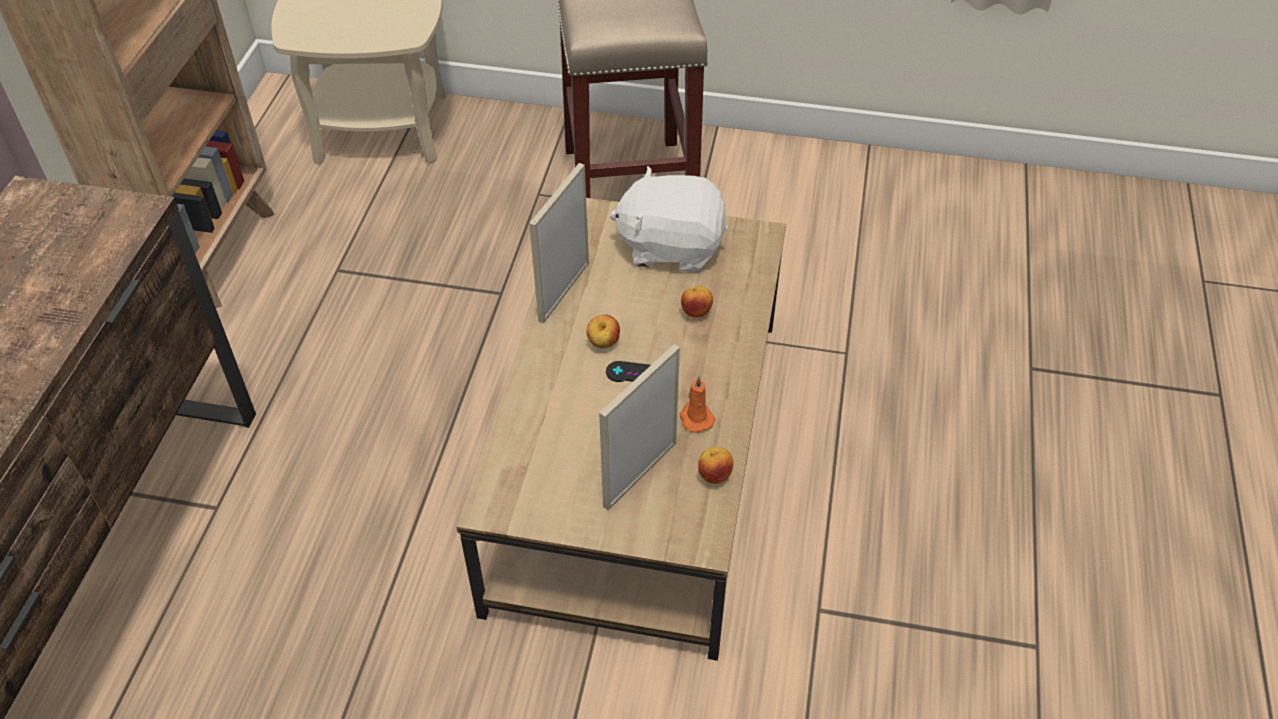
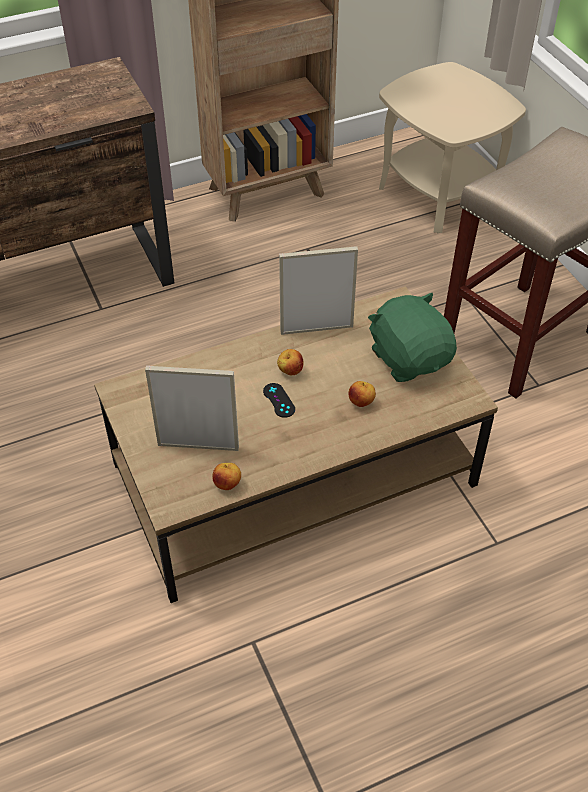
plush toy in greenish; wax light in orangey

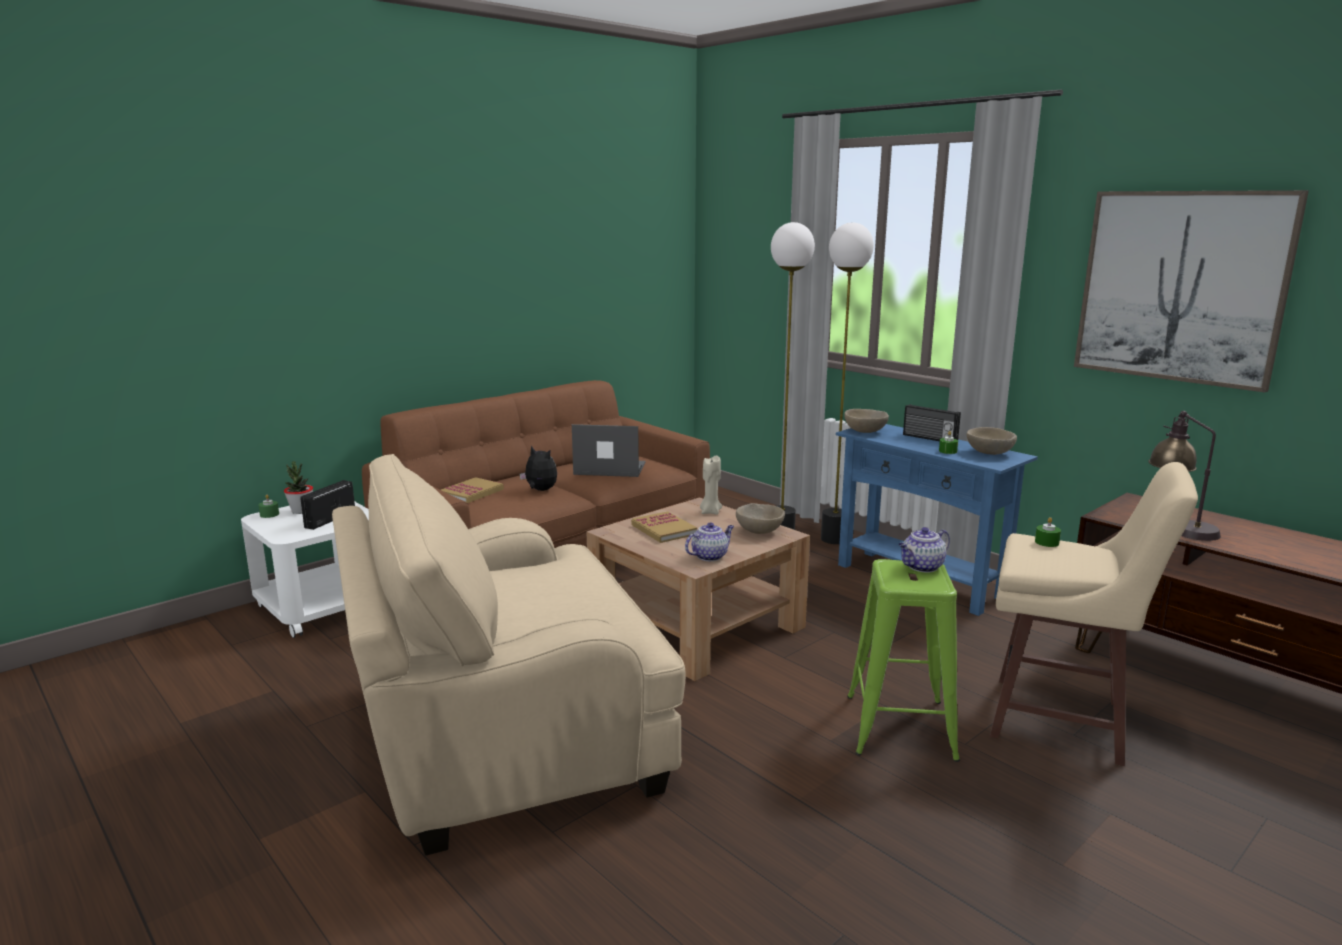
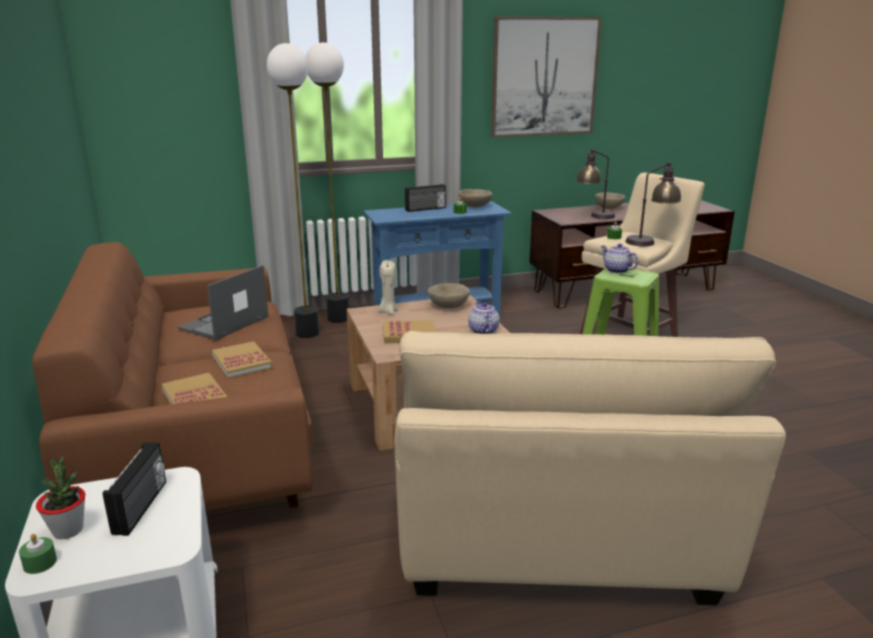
deep dish in beige (3rd from left); bound book (2nd from left); radio receiver (1st from left); pot for tea (2nd from left); lamp for a table (2nd from left)

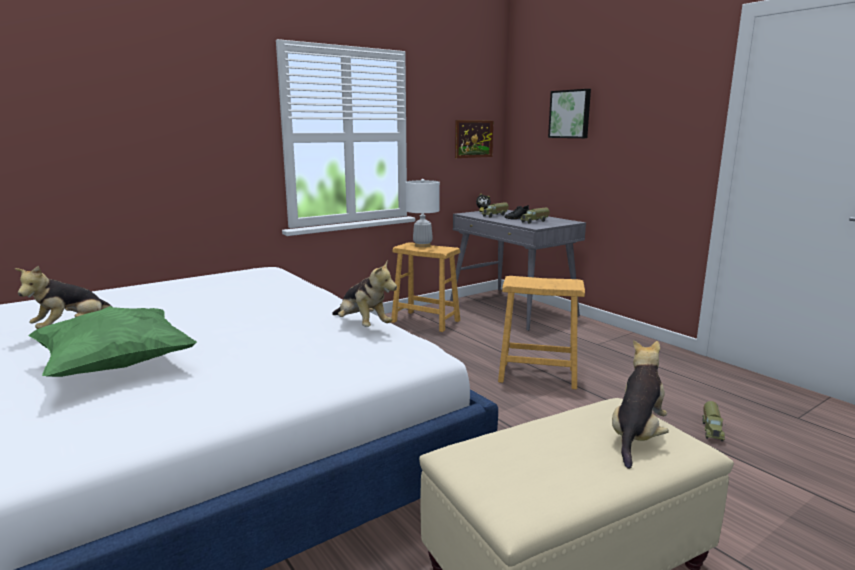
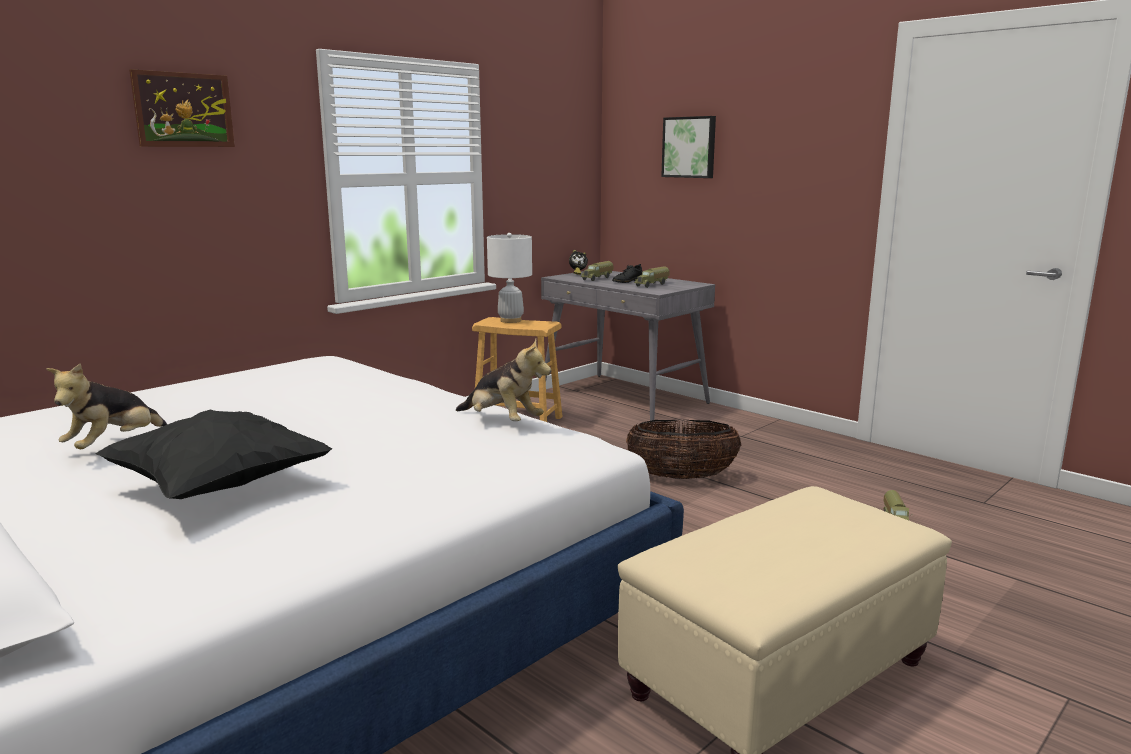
wall art (1st from left); household basket; throw pillow in black; plush toy (3rd from left in the first image)

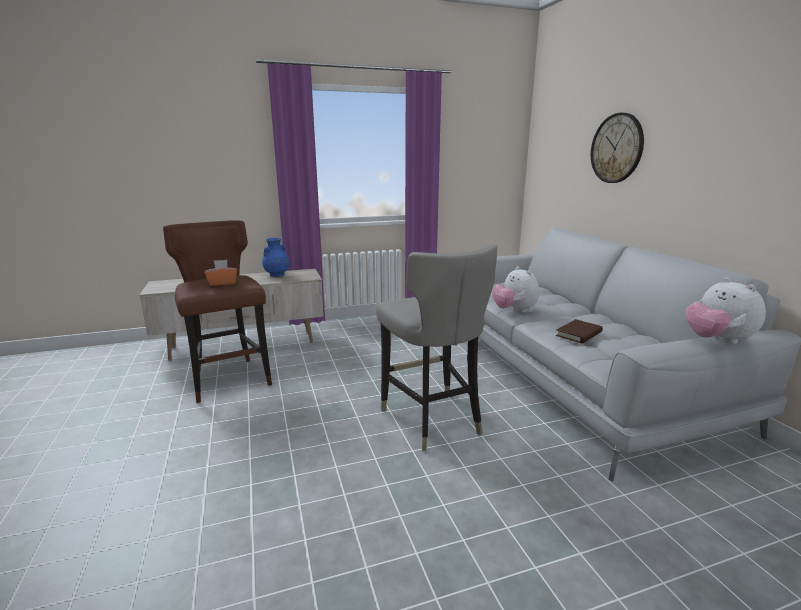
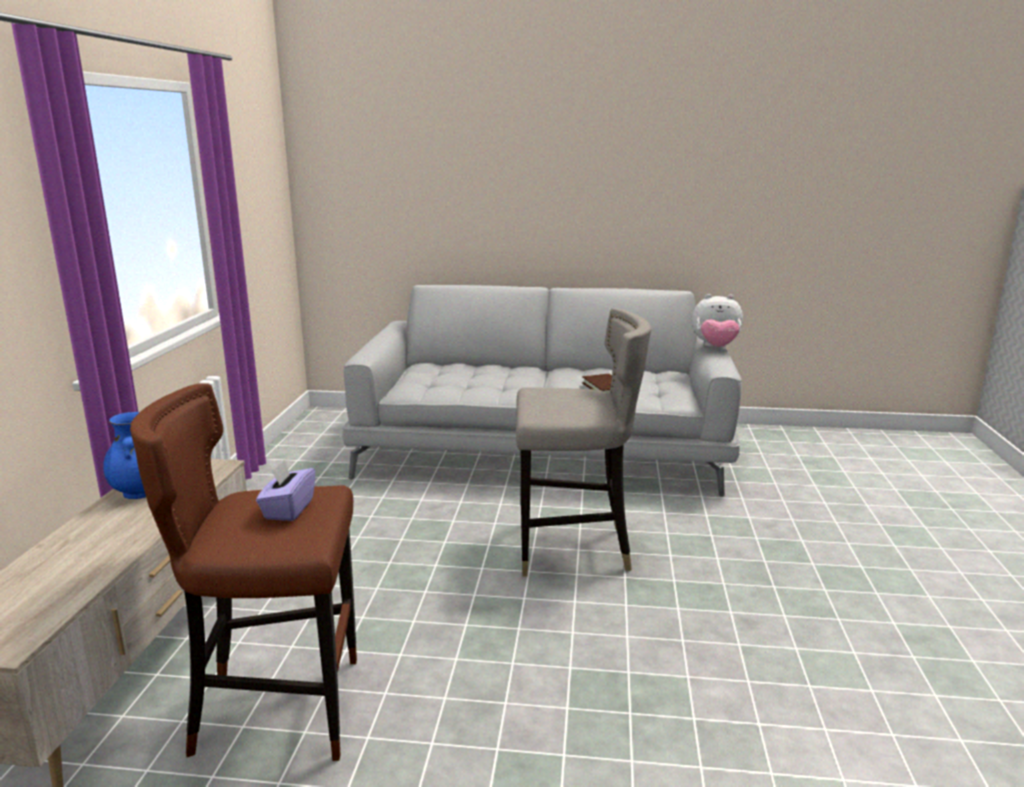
hanging clock; box of tissues in purplish; plush toy (1st from left in the first image)

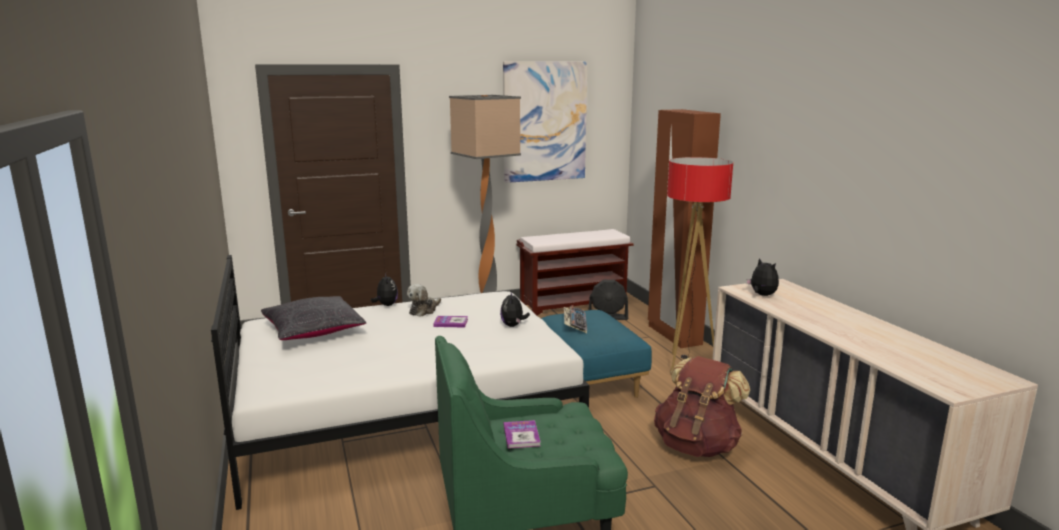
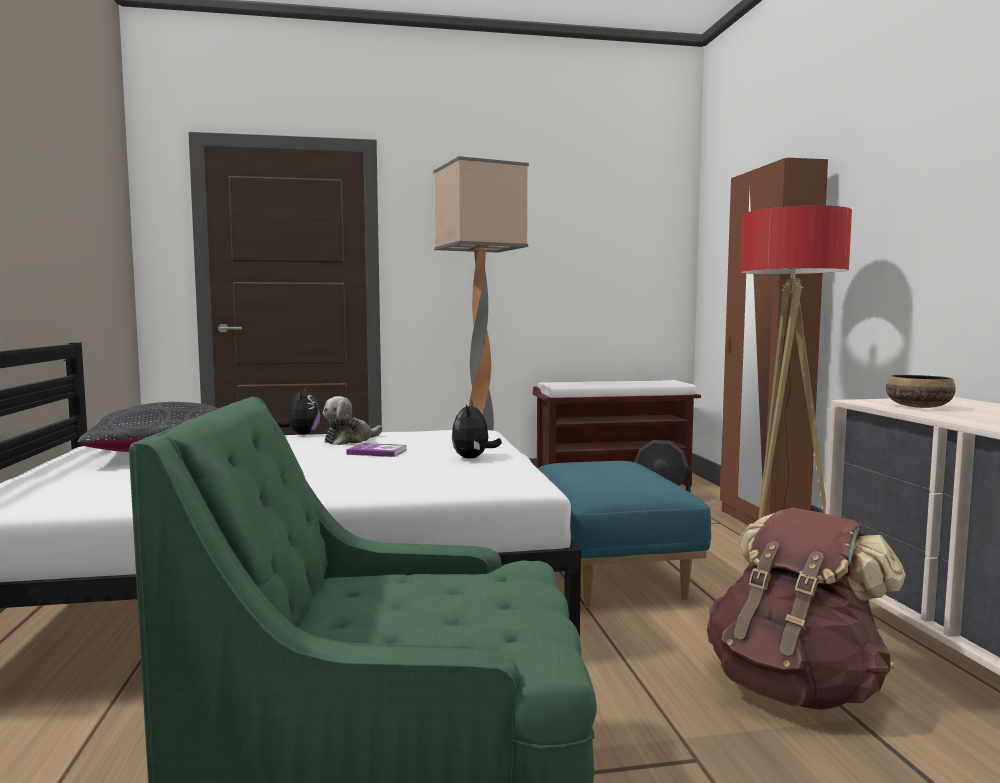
wall art; deep dish; keyboard; bound book (2nd from left in the first image)

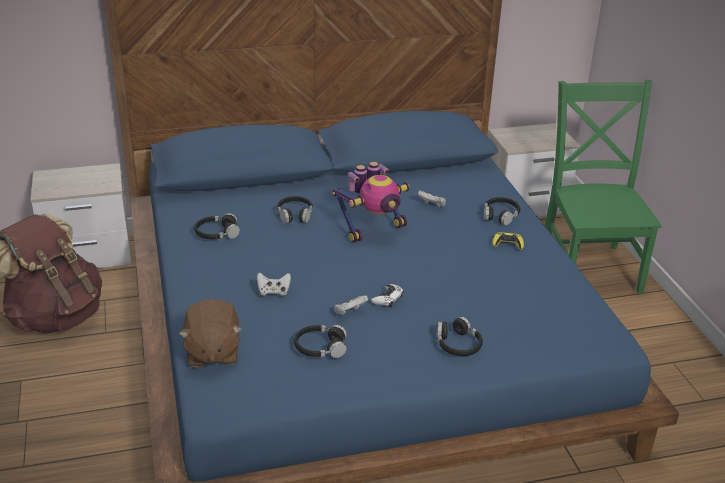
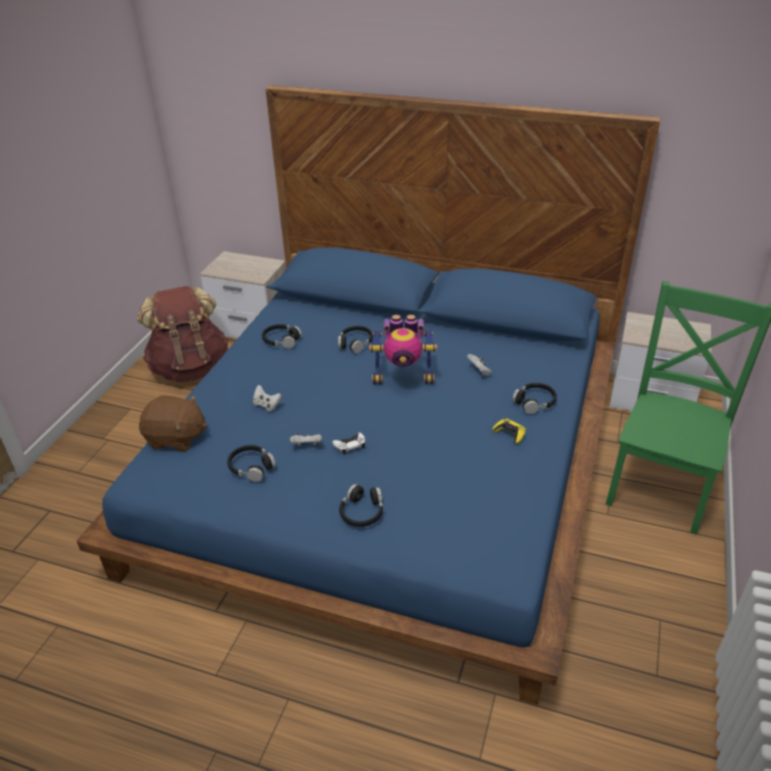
plush toy in brown-coloured

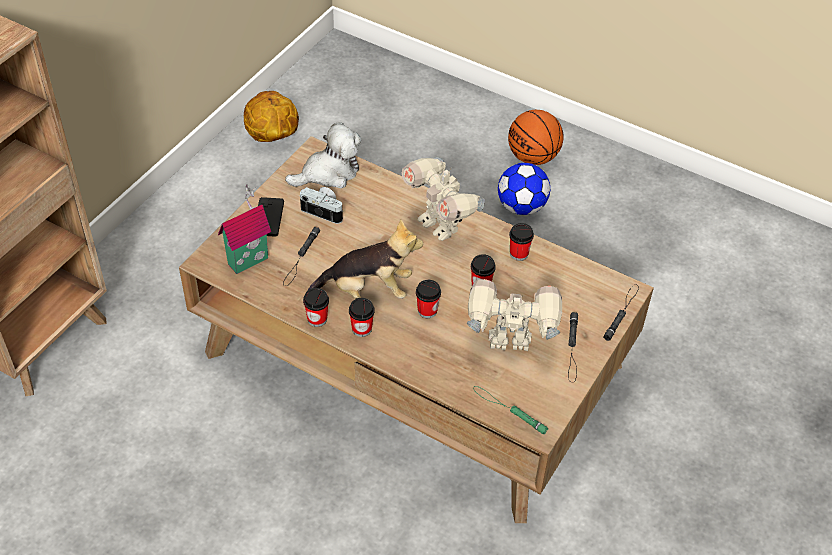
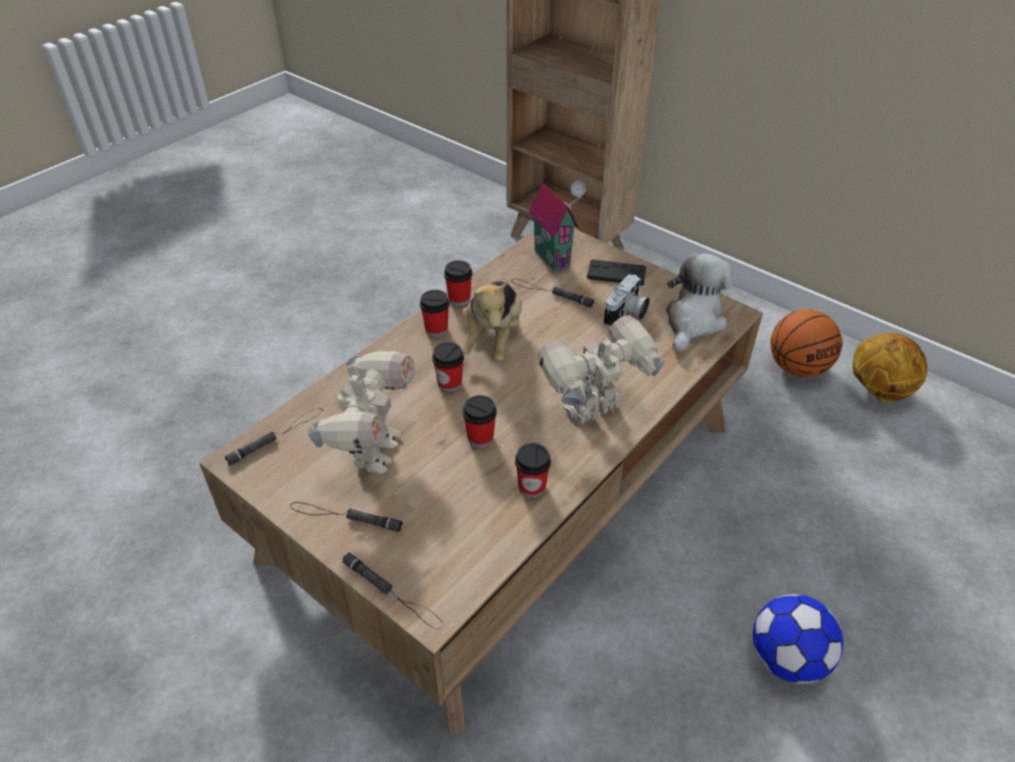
ball for basketball (1st from left); plush toy (2nd from left); hand torch in black (1st from left)

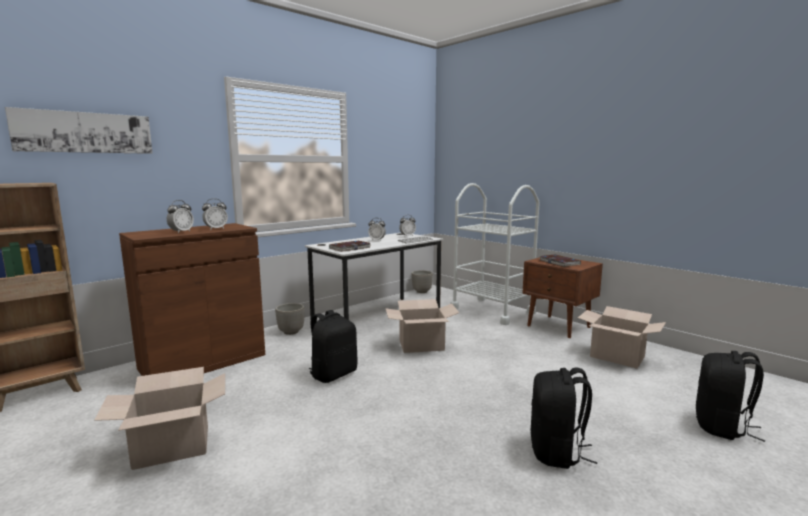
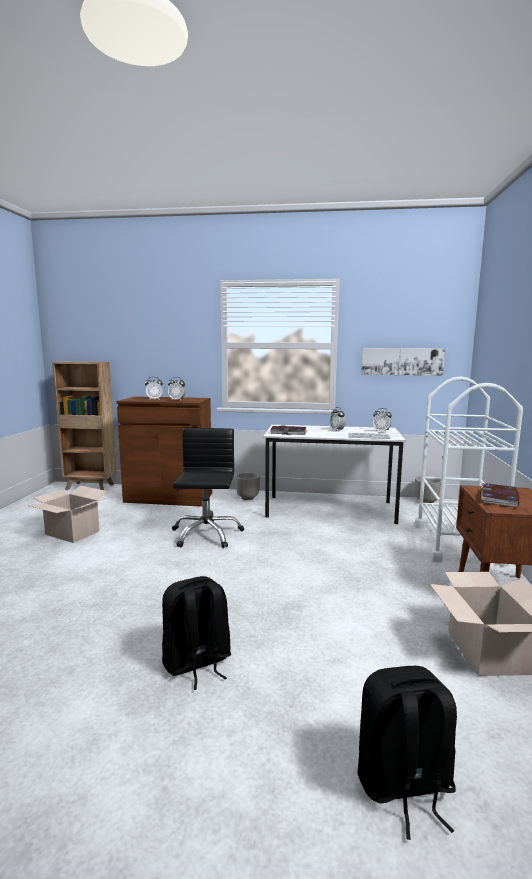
wall art; packing box (2nd from left in the first image); office chair in black

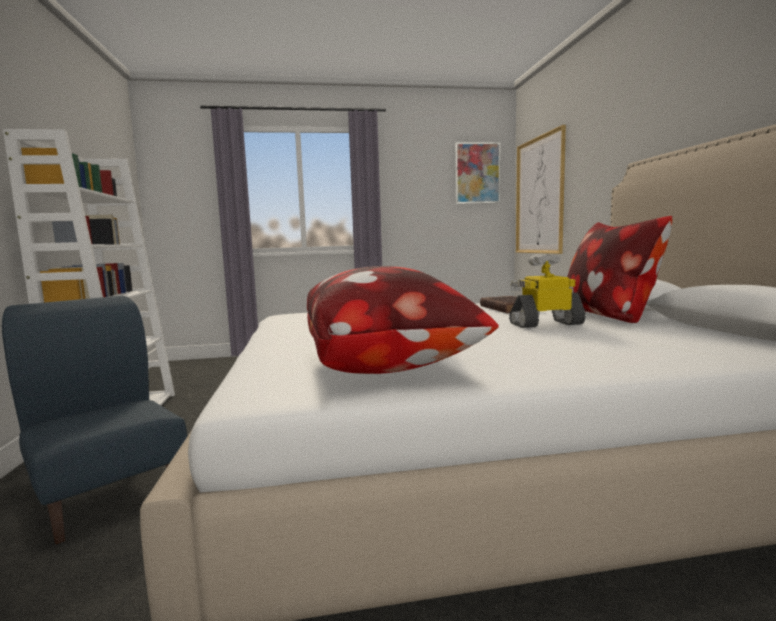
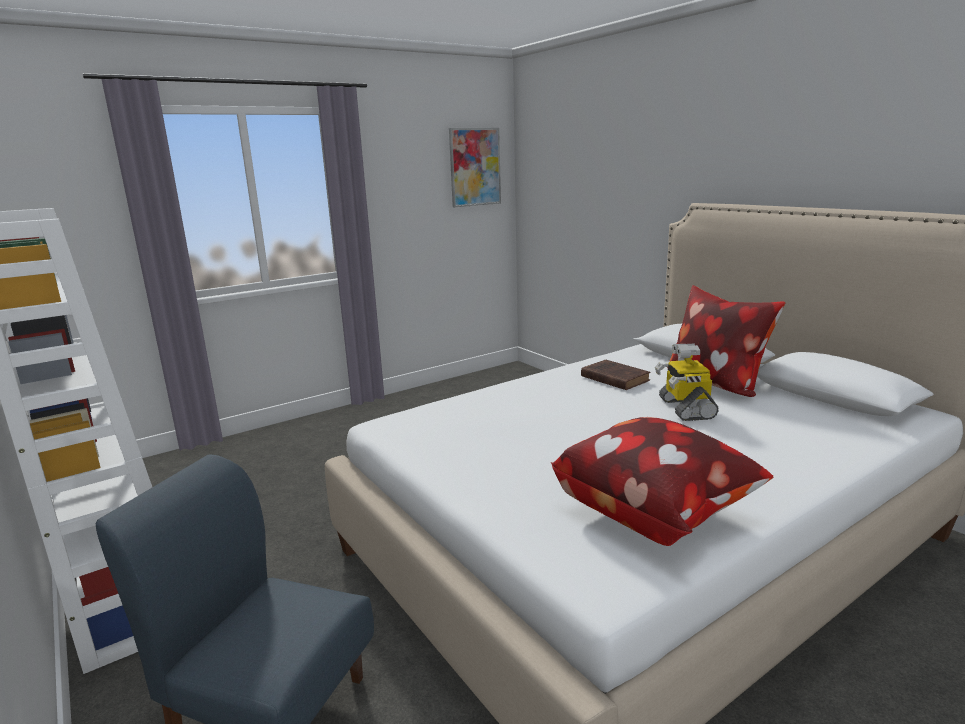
wall art (2nd from left in the first image); toy robot

